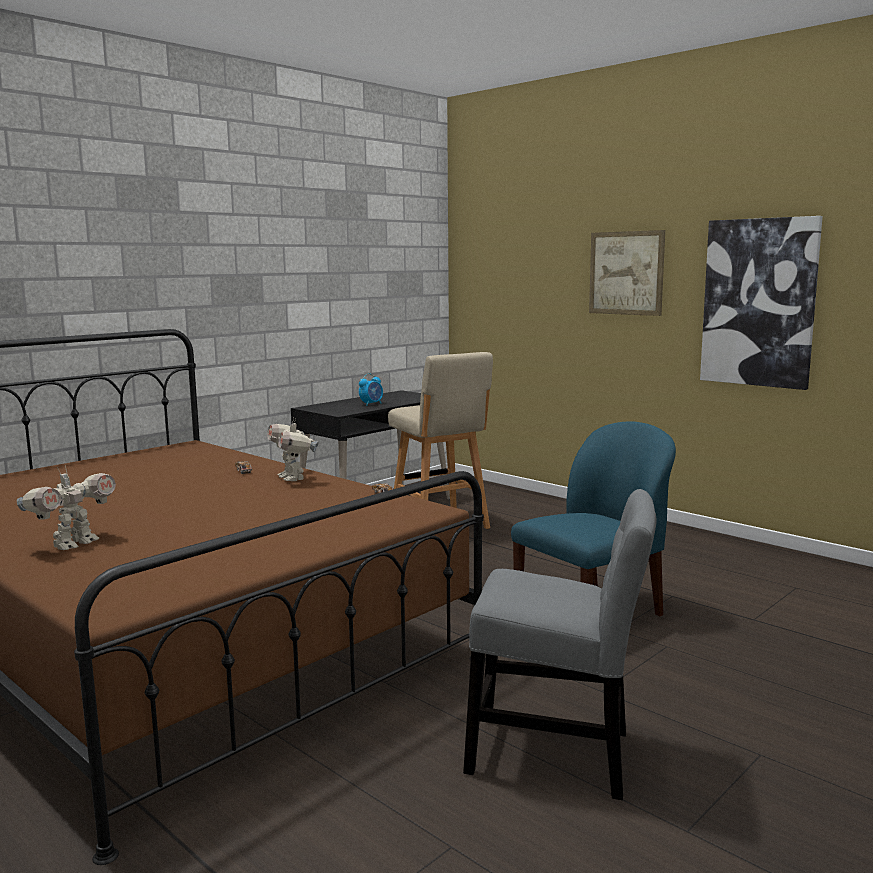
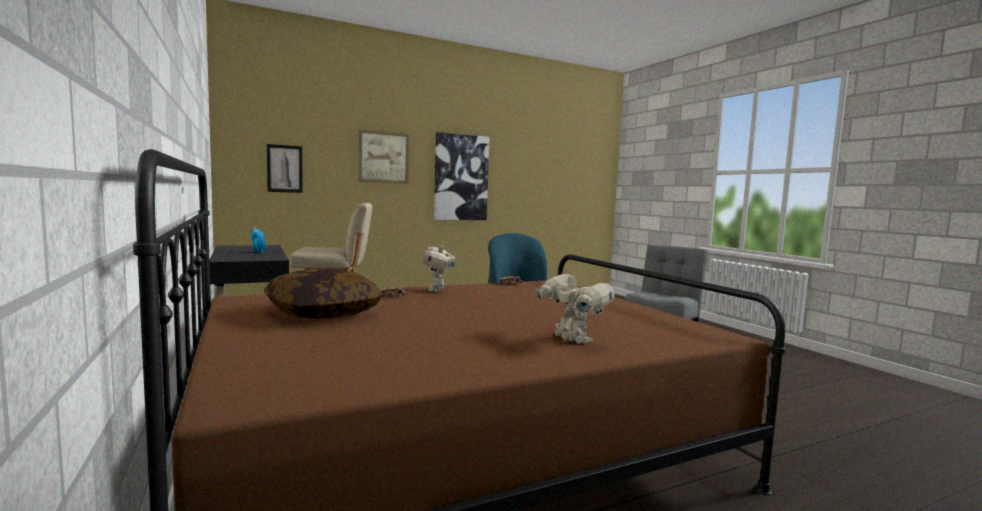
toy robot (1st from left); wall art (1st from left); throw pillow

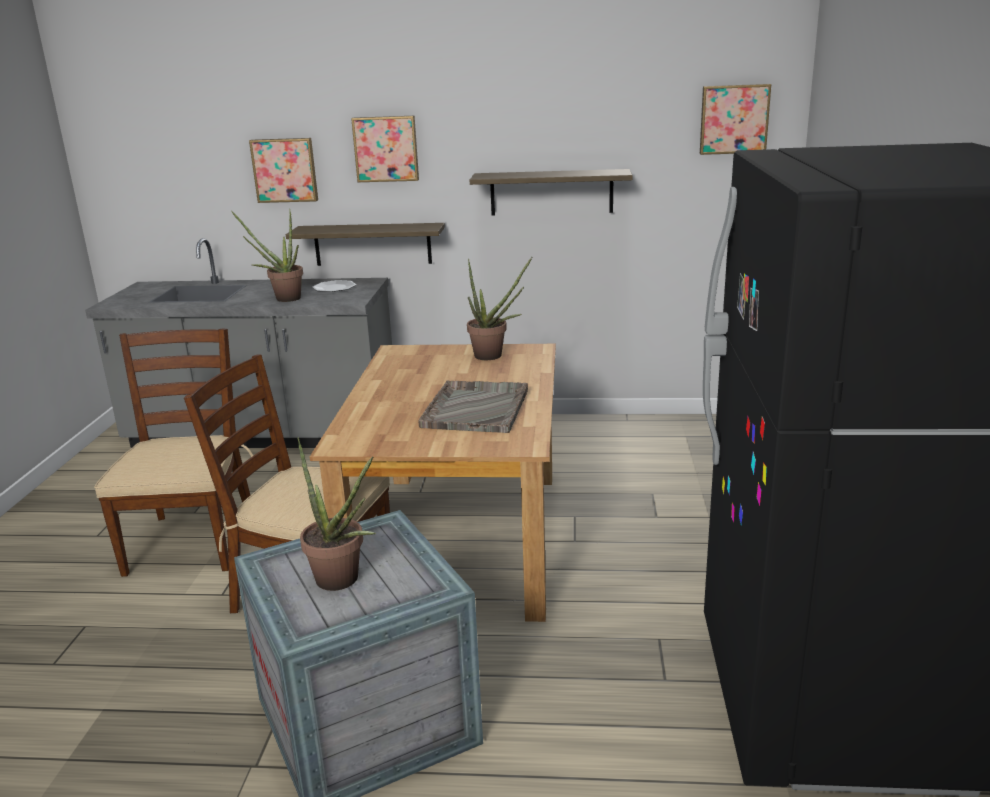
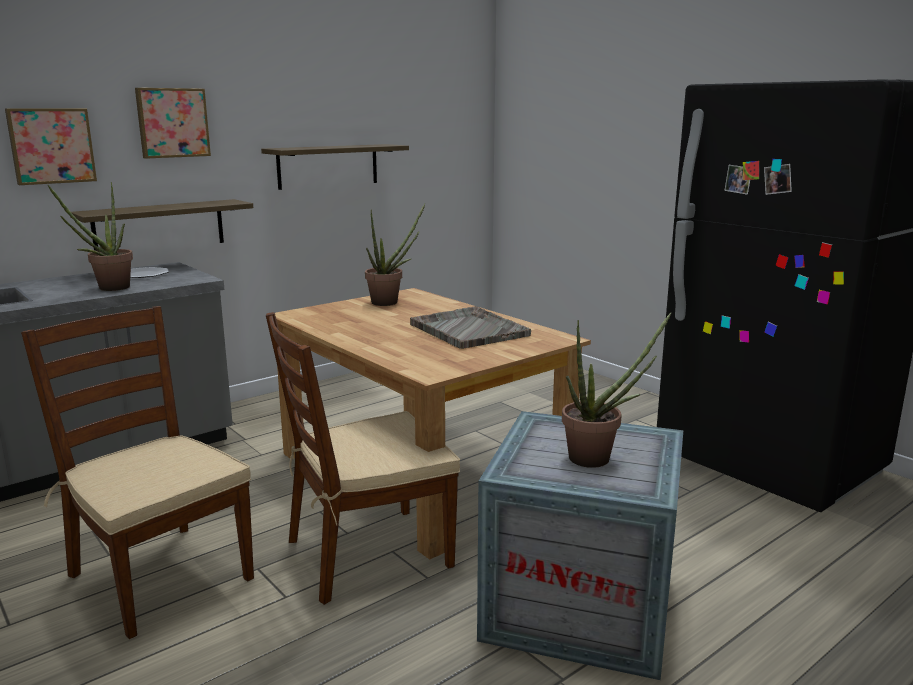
wall art (3rd from left in the first image)

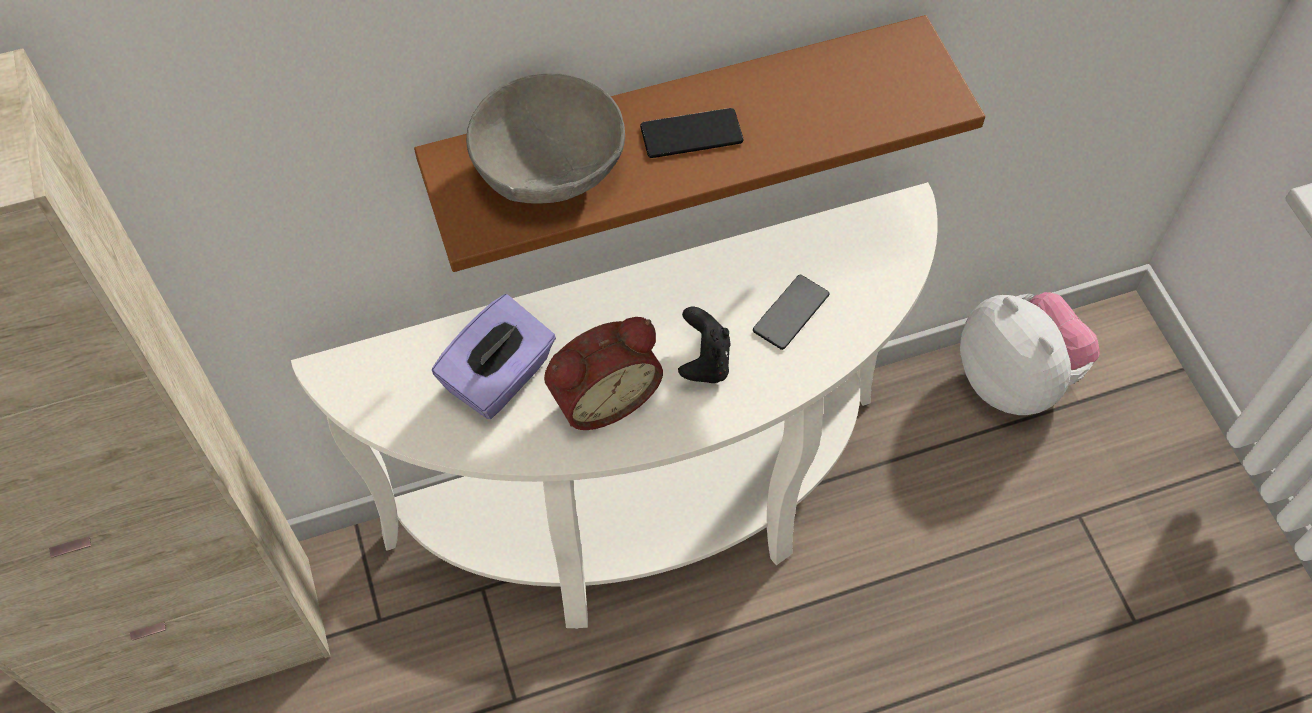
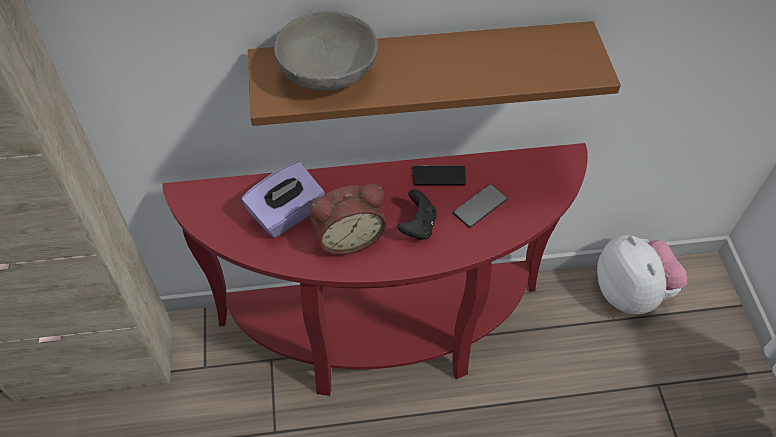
telephone (1st from left); hall table in red

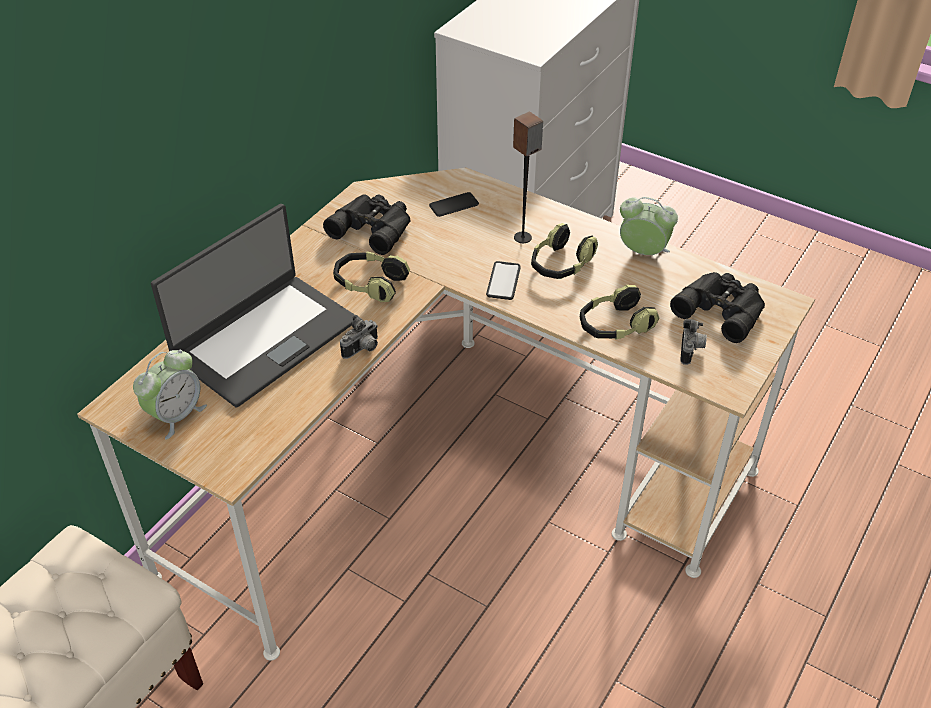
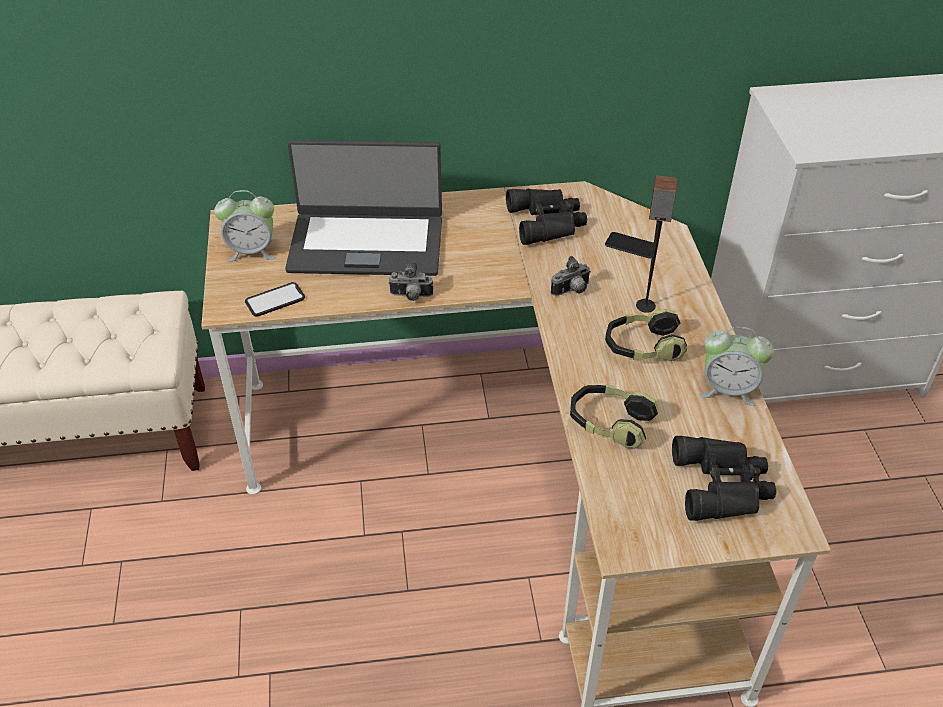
alarm clock (2nd from left); headphones (1st from left in the first image); telephone (1st from left); still camera (2nd from left)

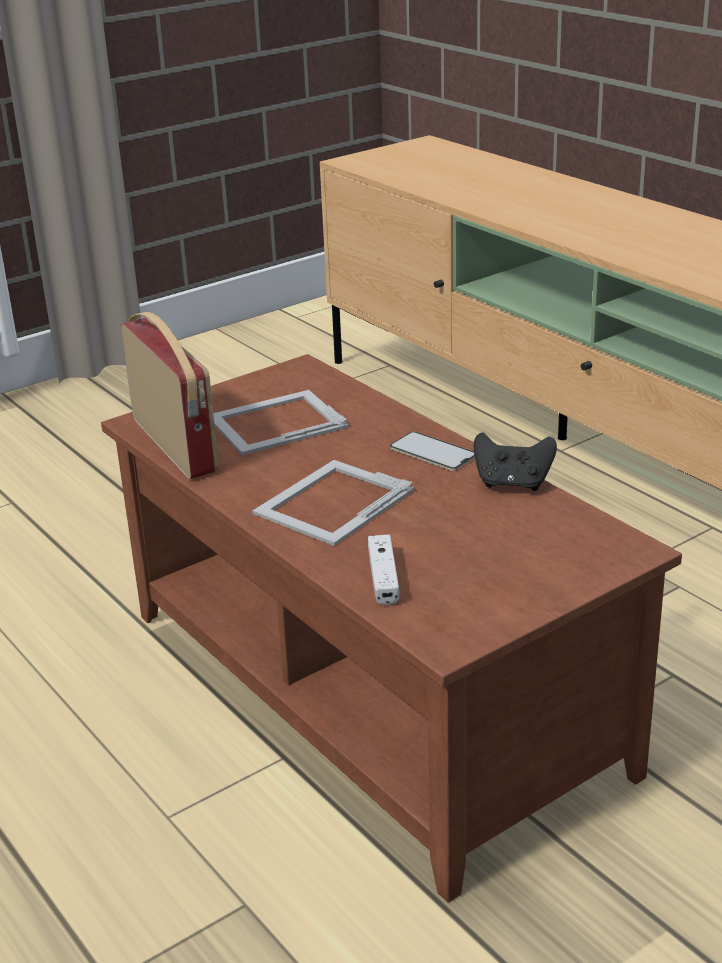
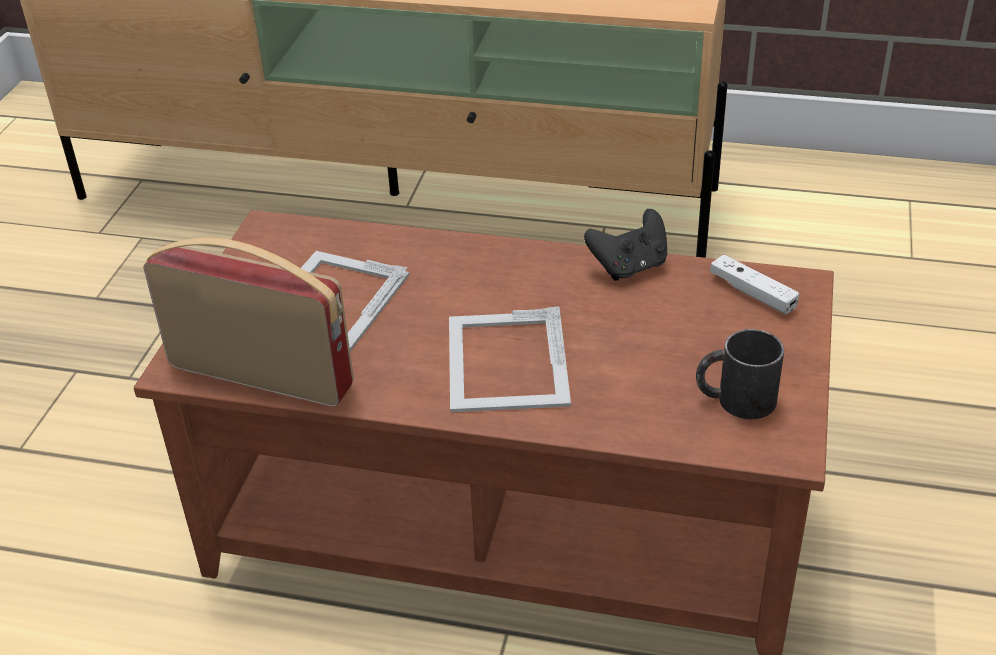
telephone; gamepad in white; tea mug in black

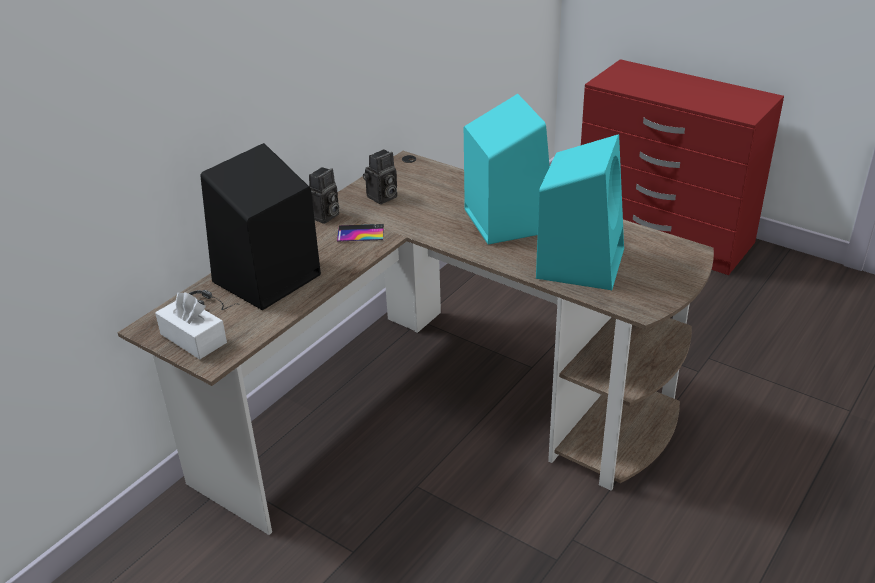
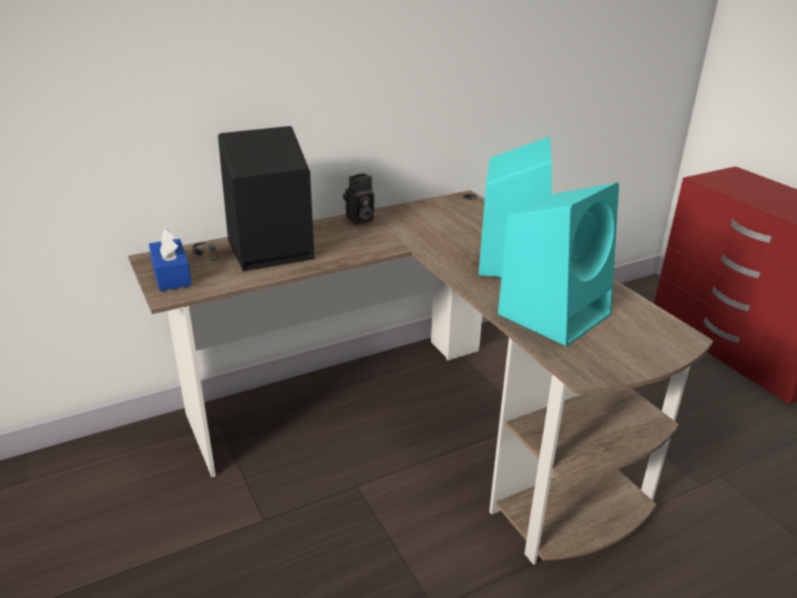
still camera (2nd from left in the first image); telephone; box of tissues in blue-coloured

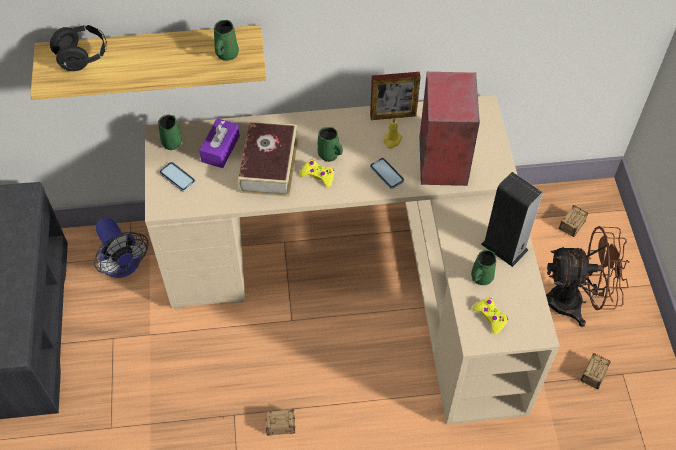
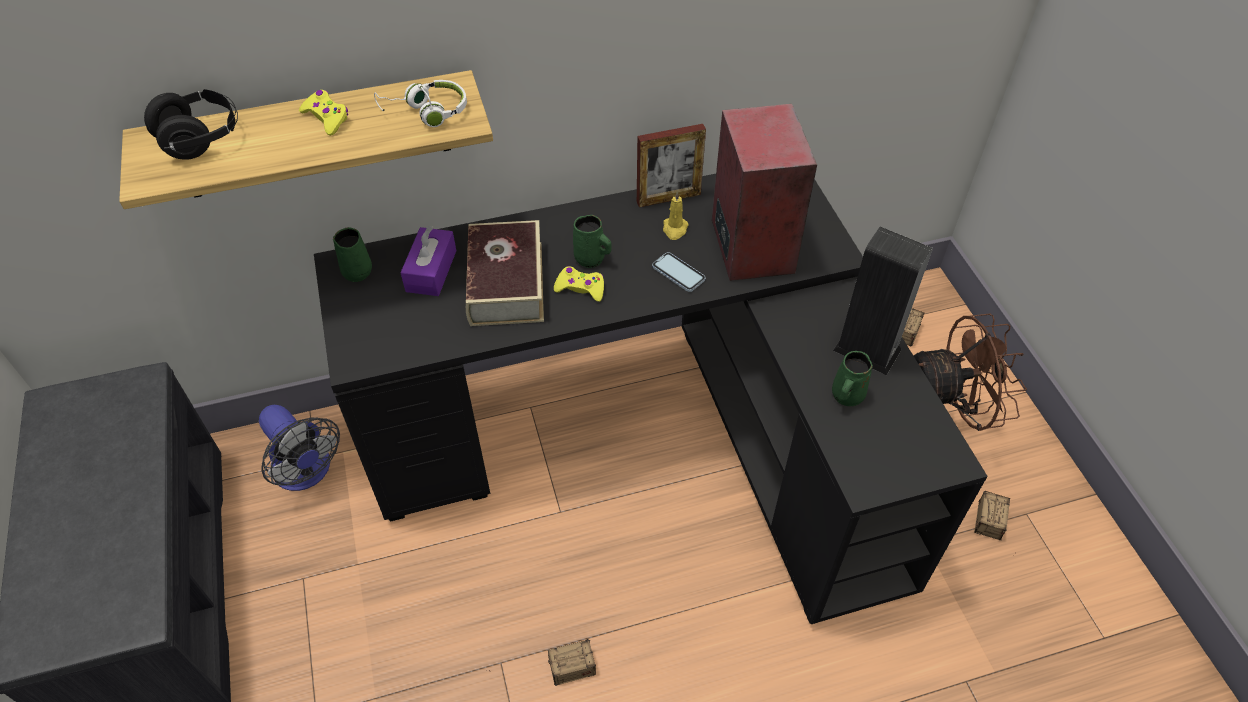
headphones in white; desk in black; telephone (1st from left in the first image); gamepad in yellowish (1st from left)

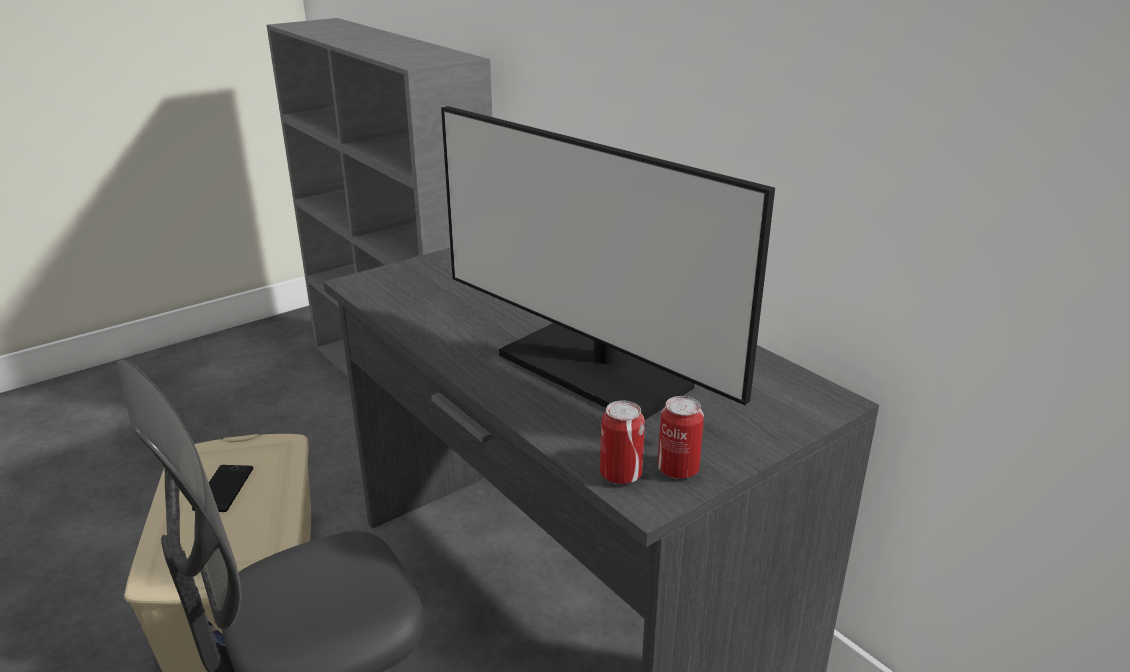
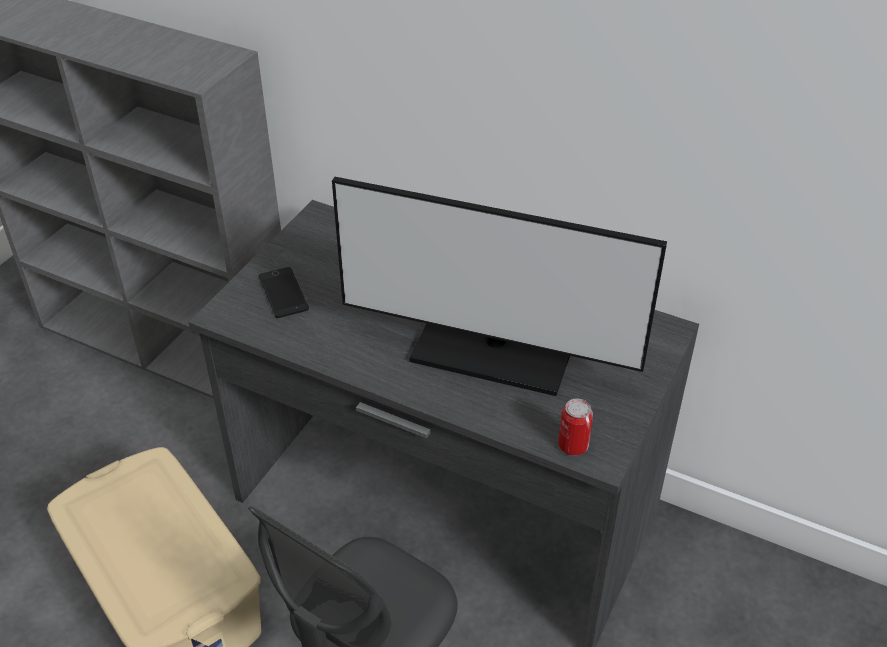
can (2nd from left in the first image); telephone

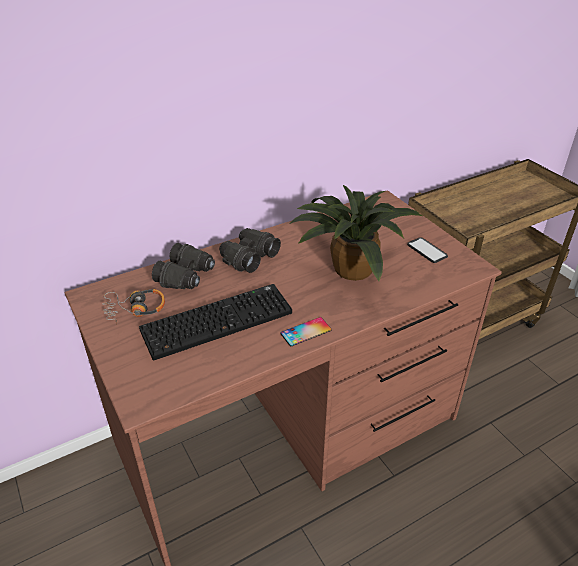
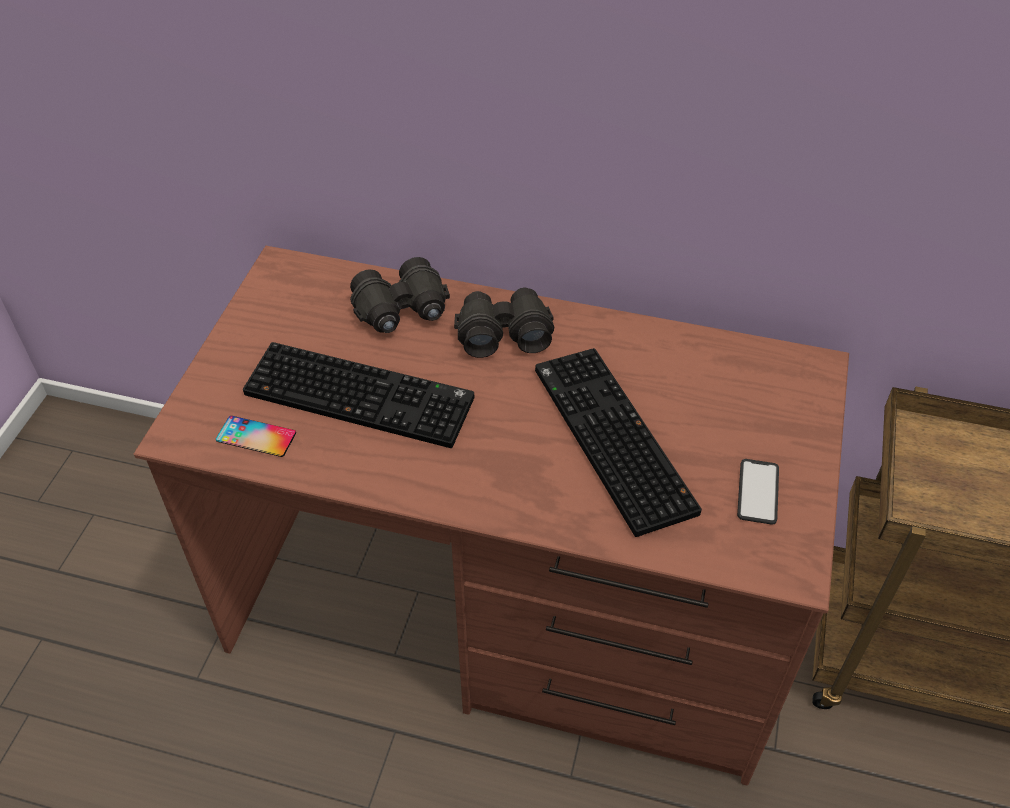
keyboard (2nd from left); headphones; telephone (1st from left)

